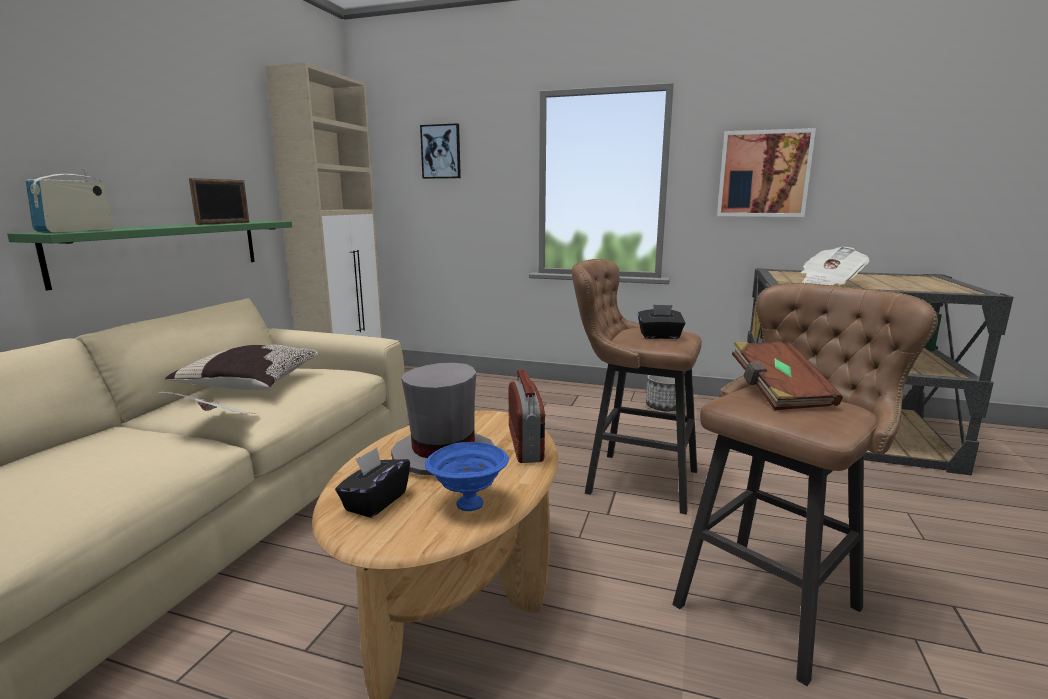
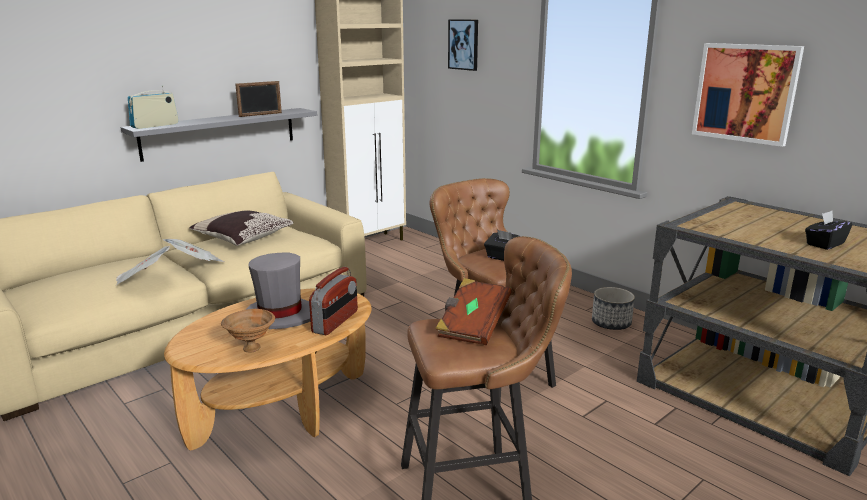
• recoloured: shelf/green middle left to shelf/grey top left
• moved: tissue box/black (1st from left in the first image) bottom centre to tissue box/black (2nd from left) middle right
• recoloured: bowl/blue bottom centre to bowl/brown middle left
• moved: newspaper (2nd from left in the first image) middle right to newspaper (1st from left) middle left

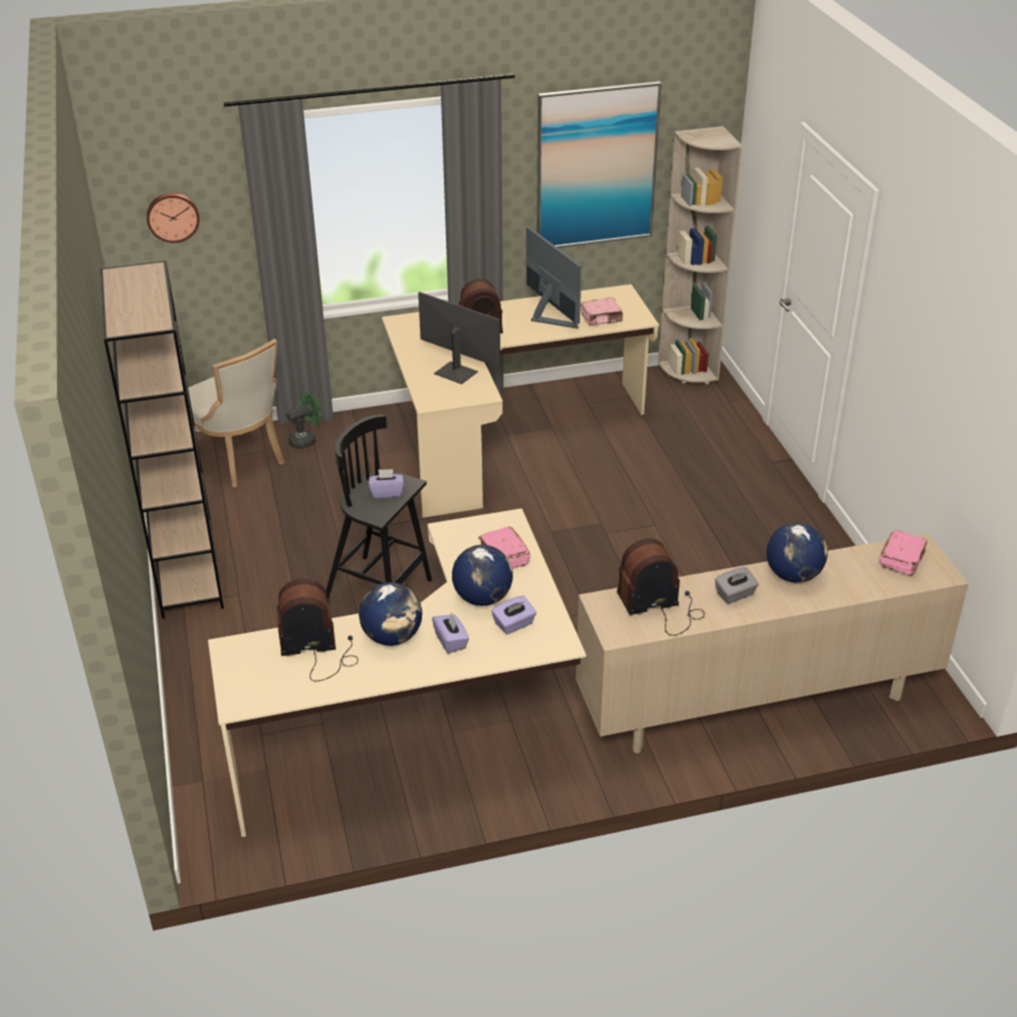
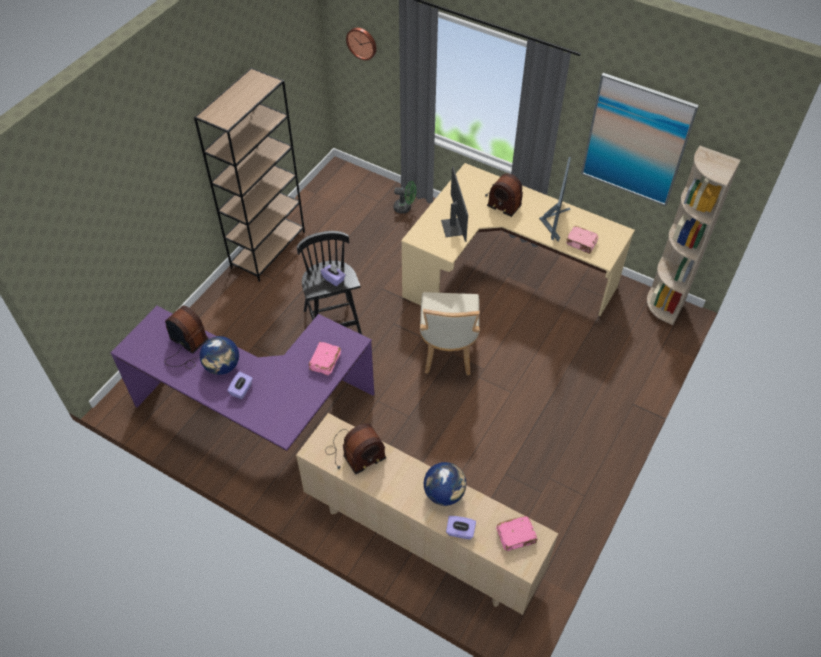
• moved: chair/beige middle left to centre
• recoloured: desk/beige (1st from left) centre to desk/purple middle left
• removed: globe (2nd from left) centre
• moved: tissue box/purple (3rd from left) centre to bottom centre
• turned: radio (3rd from left in the first image) centre = bottom centre 120 degrees clockwise
• removed: tissue box/grey middle right

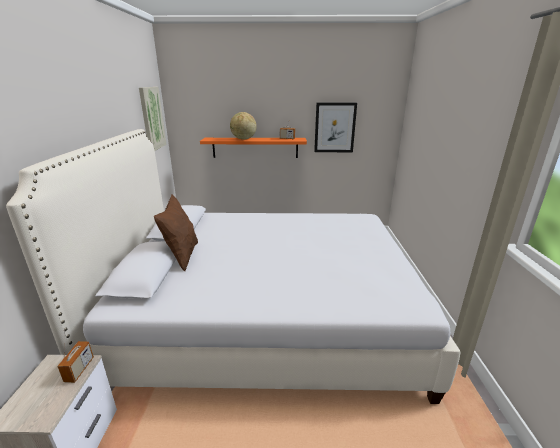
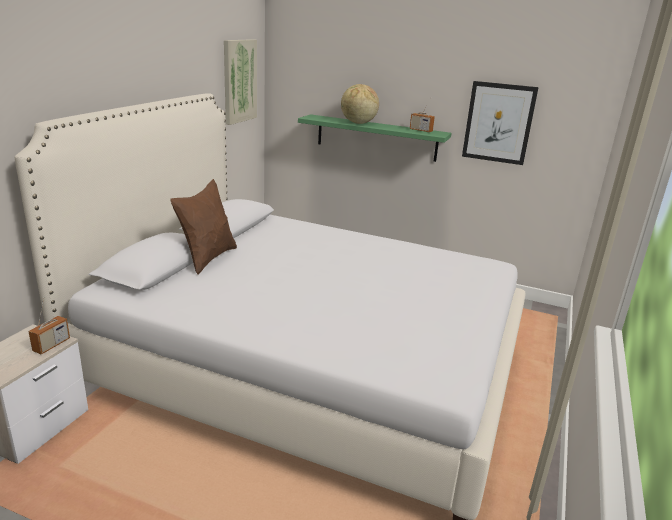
• recoloured: shelf/orange top centre to shelf/green top centre

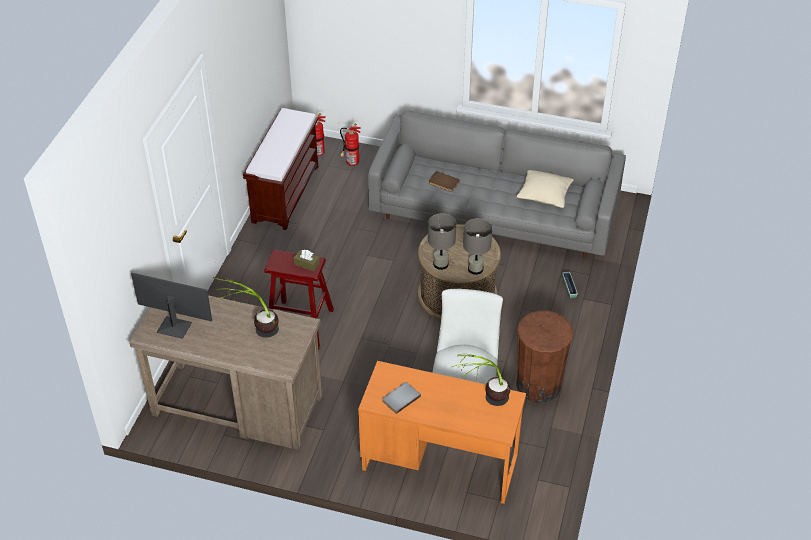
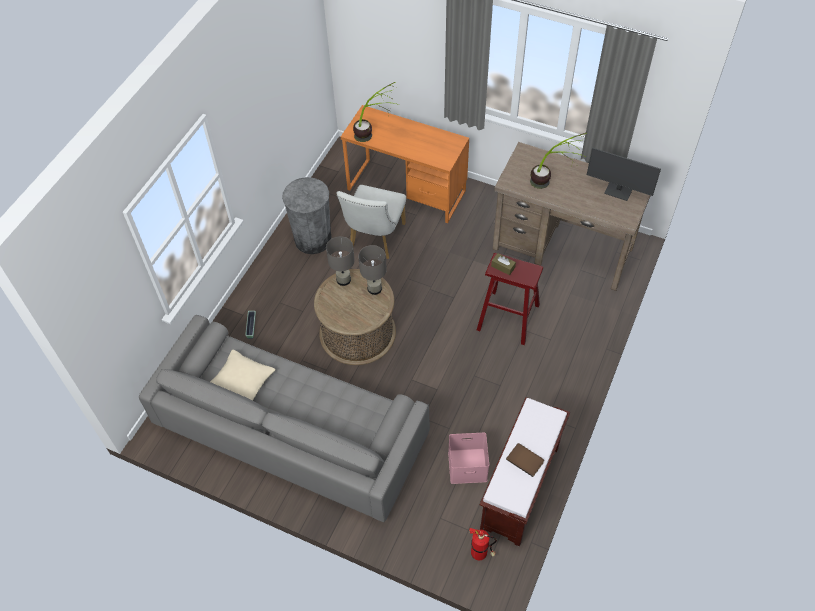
• removed: fire extinguisher (2nd from left) top centre
• removed: book/grey bottom centre
• moved: book/brown centre to bottom centre
• recoloured: trash can/brown middle right to trash can/grey centre
• added: storage box/pink bottom centre

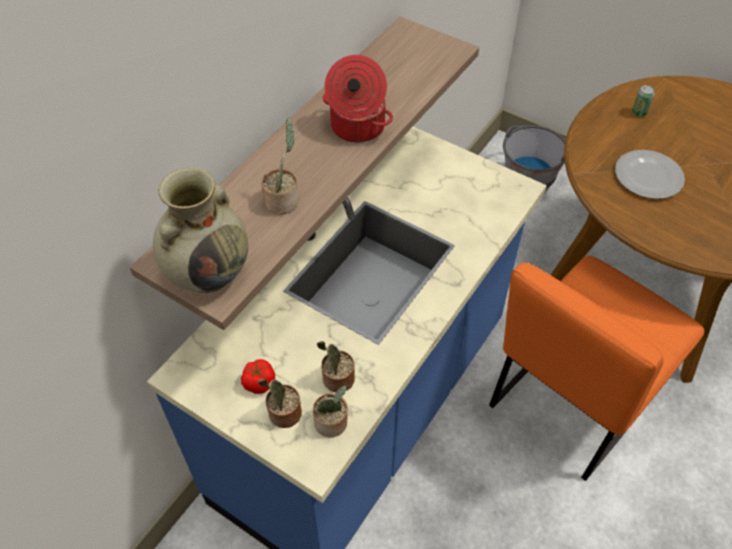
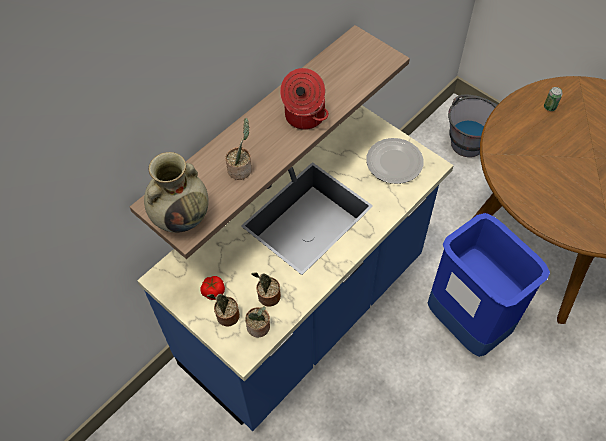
• replaced: chair/orange bottom right to trash can/blue middle right
• moved: plate top right to centre

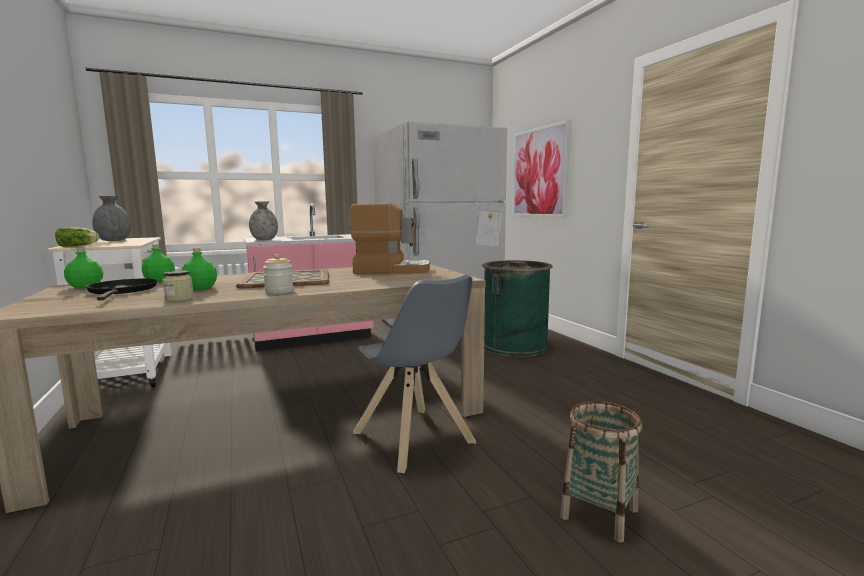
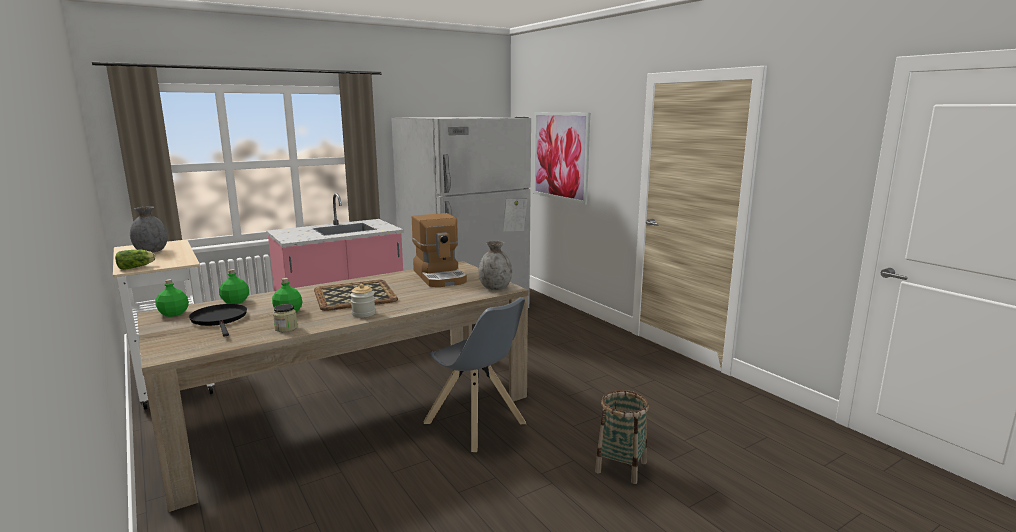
• moved: vase/grey (2nd from left) middle left to centre
• turned: coffee machine centre = centre 75 degrees clockwise
• removed: trash can/green centre

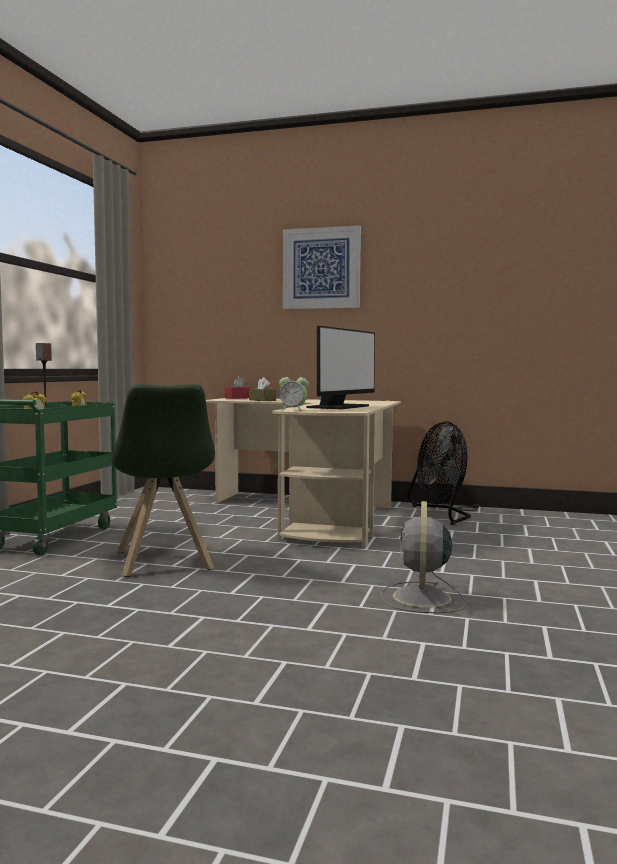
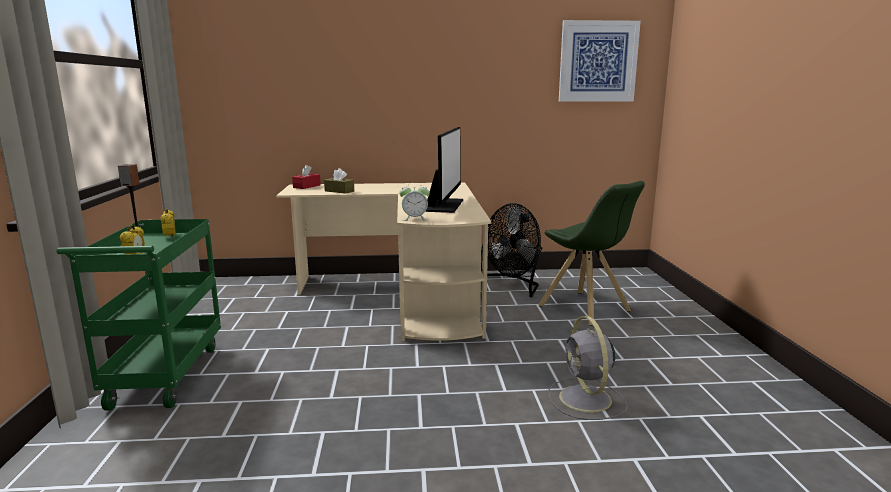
• moved: chair/green middle left to centre
• moved: picture top centre to top right

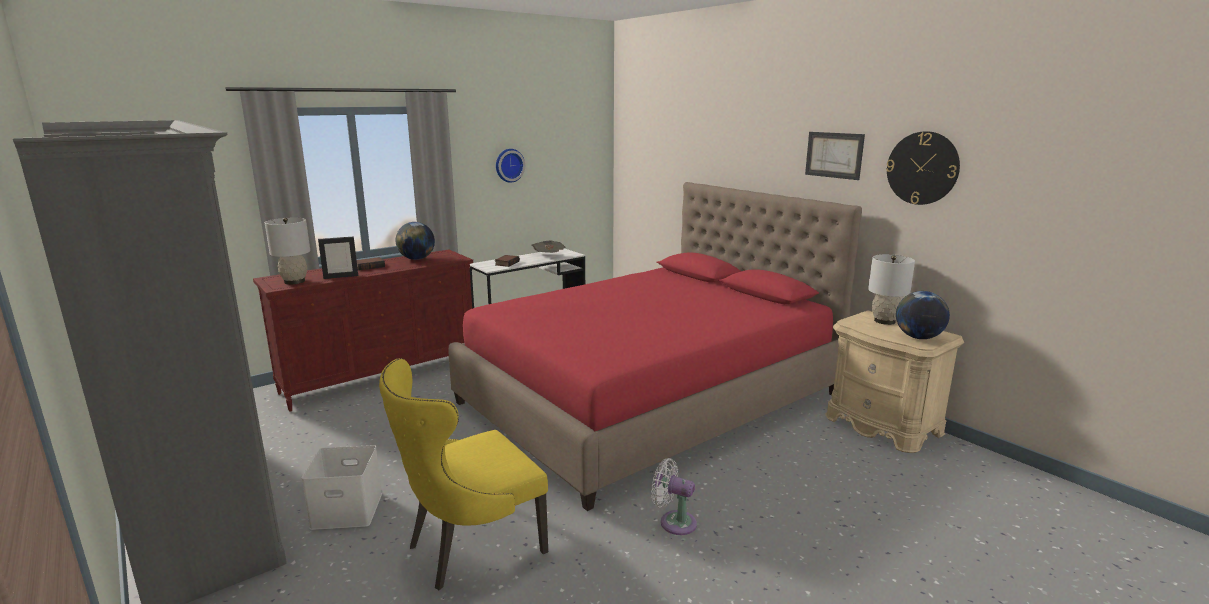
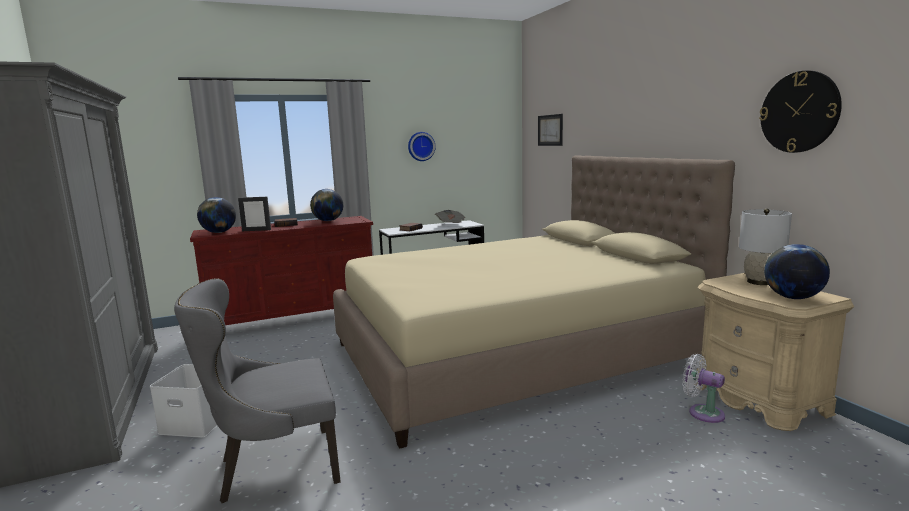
• replaced: table lamp/white (1st from left) middle left to globe (1st from left) middle left
• recoloured: chair/yellow bottom centre to chair/grey bottom left
• recoloured: bed/red centre to bed/beige centre
• moved: fan/white bottom centre to bottom right
• moved: picture top right to top centre

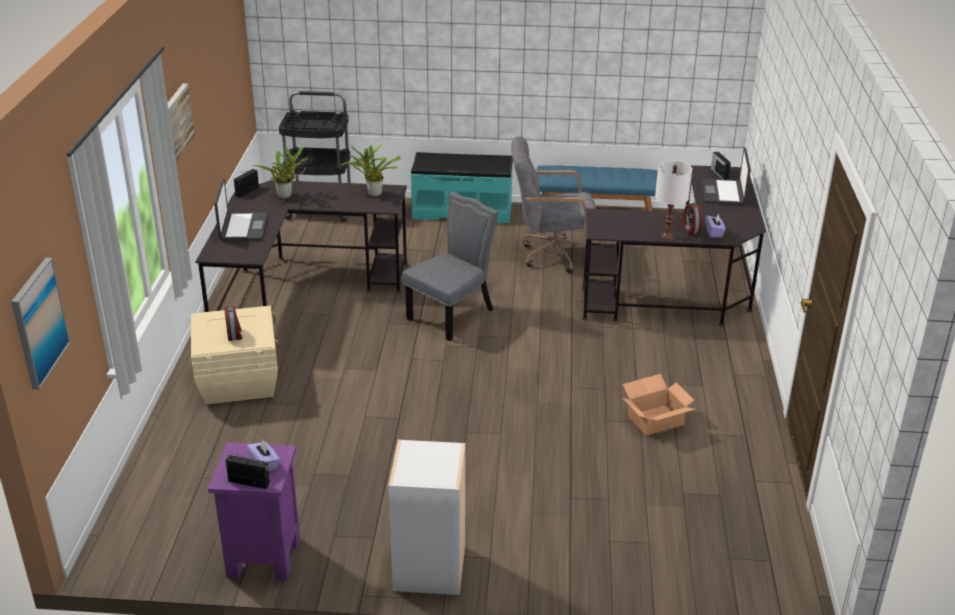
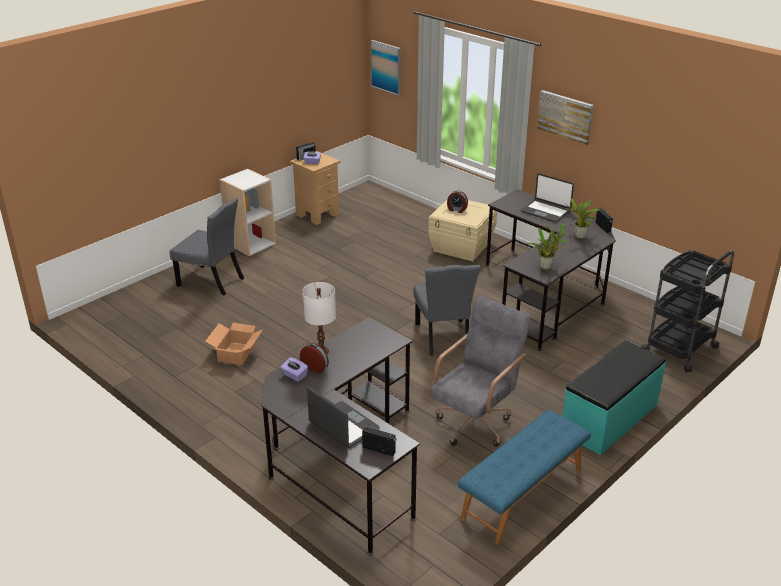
• recoloured: nightstand/purple bottom left to nightstand/beige top centre
• added: chair/grey (1st from left) middle left

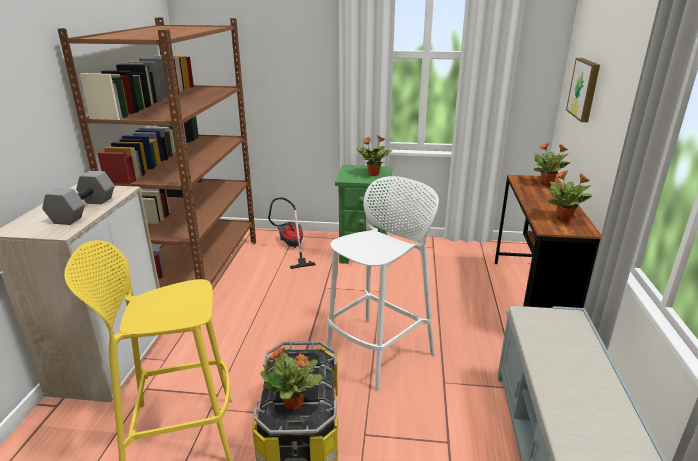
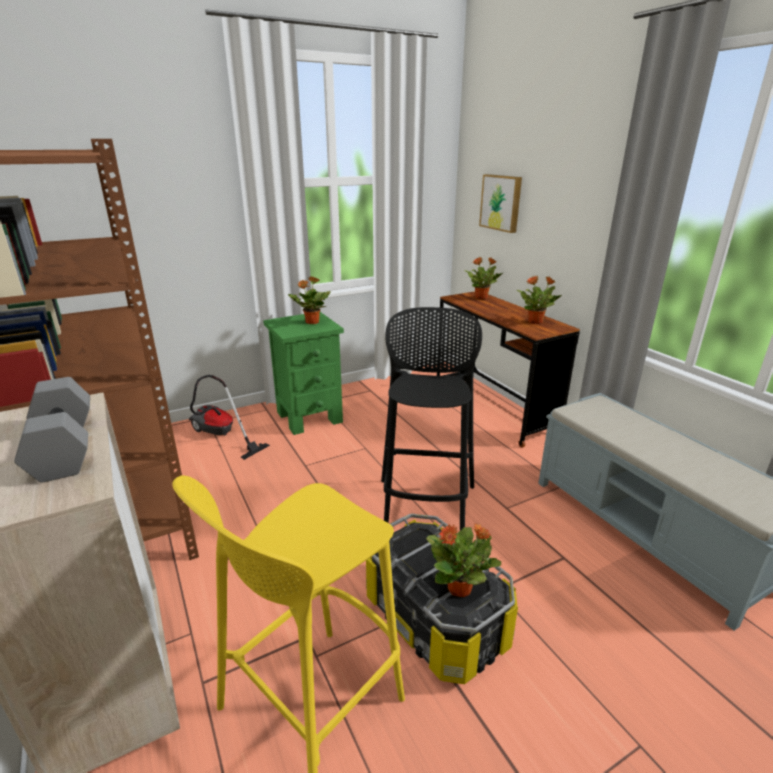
• recoloured: stool/white centre to stool/black centre

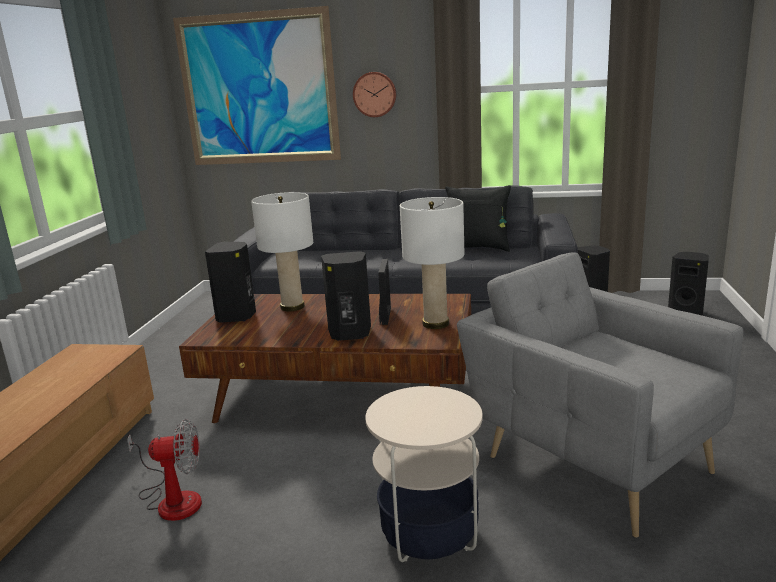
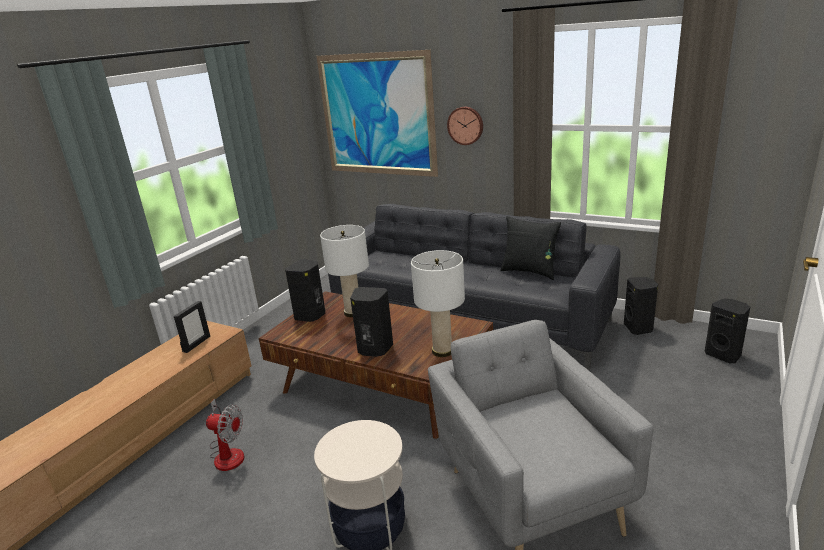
• moved: picture frame centre to middle left

